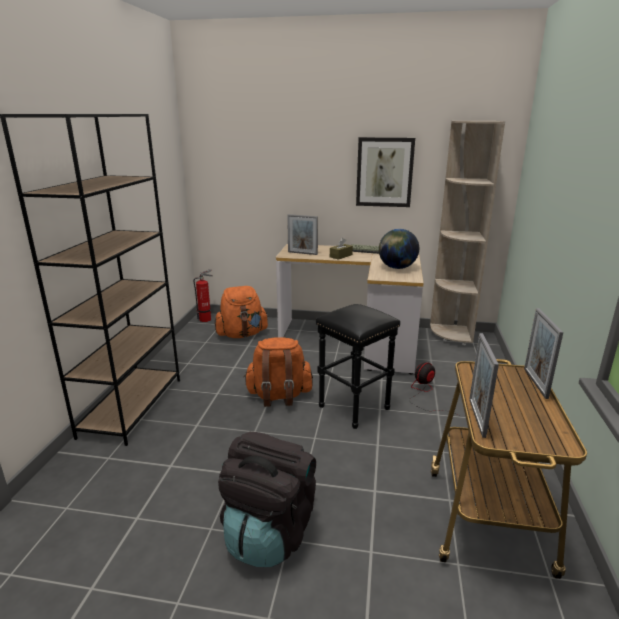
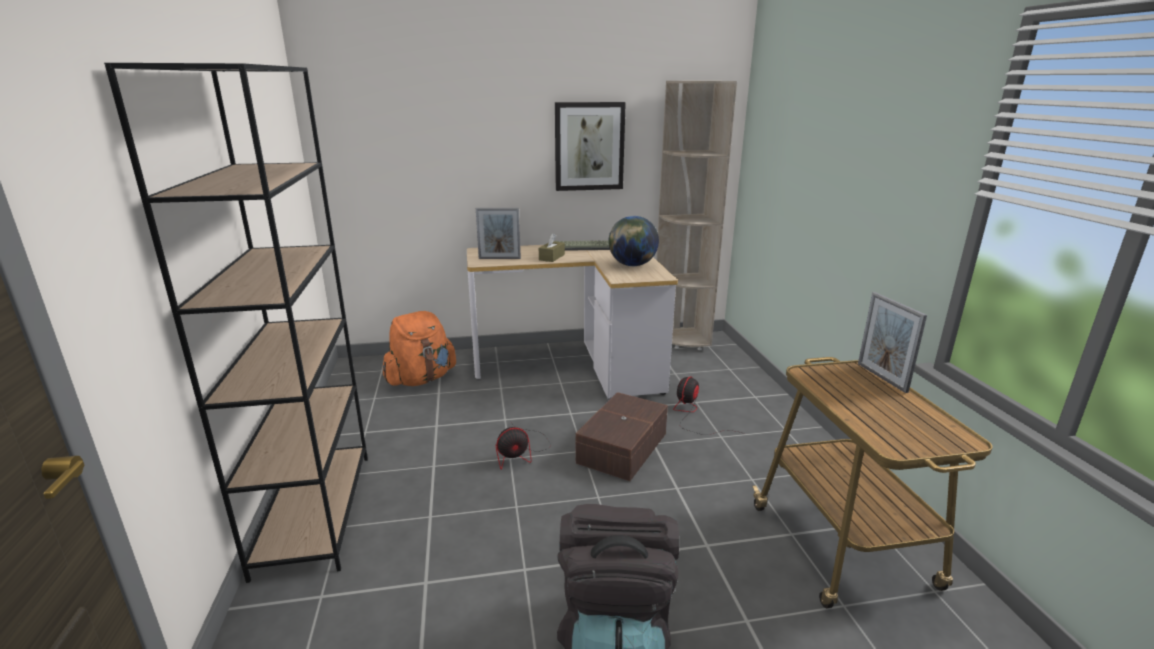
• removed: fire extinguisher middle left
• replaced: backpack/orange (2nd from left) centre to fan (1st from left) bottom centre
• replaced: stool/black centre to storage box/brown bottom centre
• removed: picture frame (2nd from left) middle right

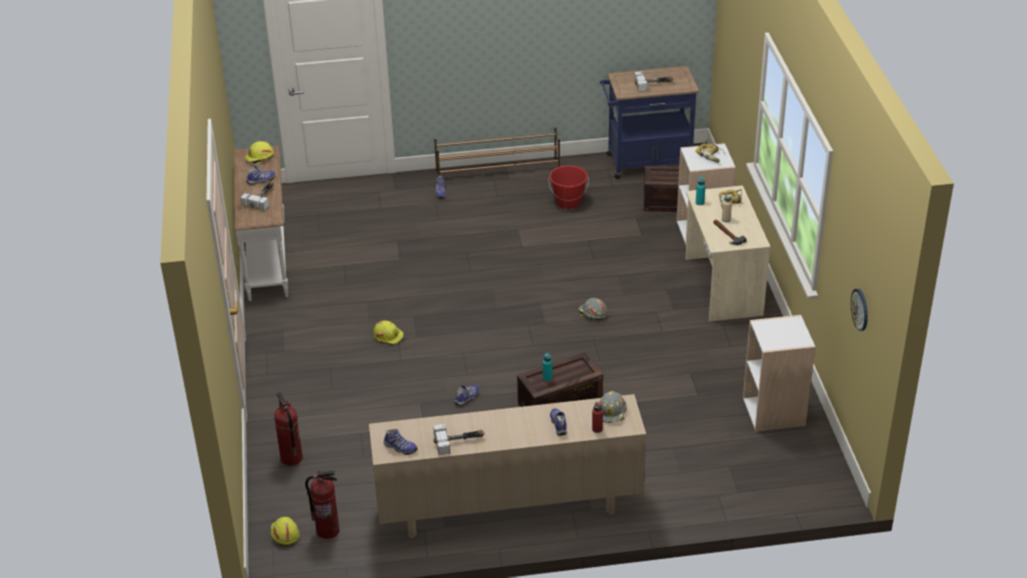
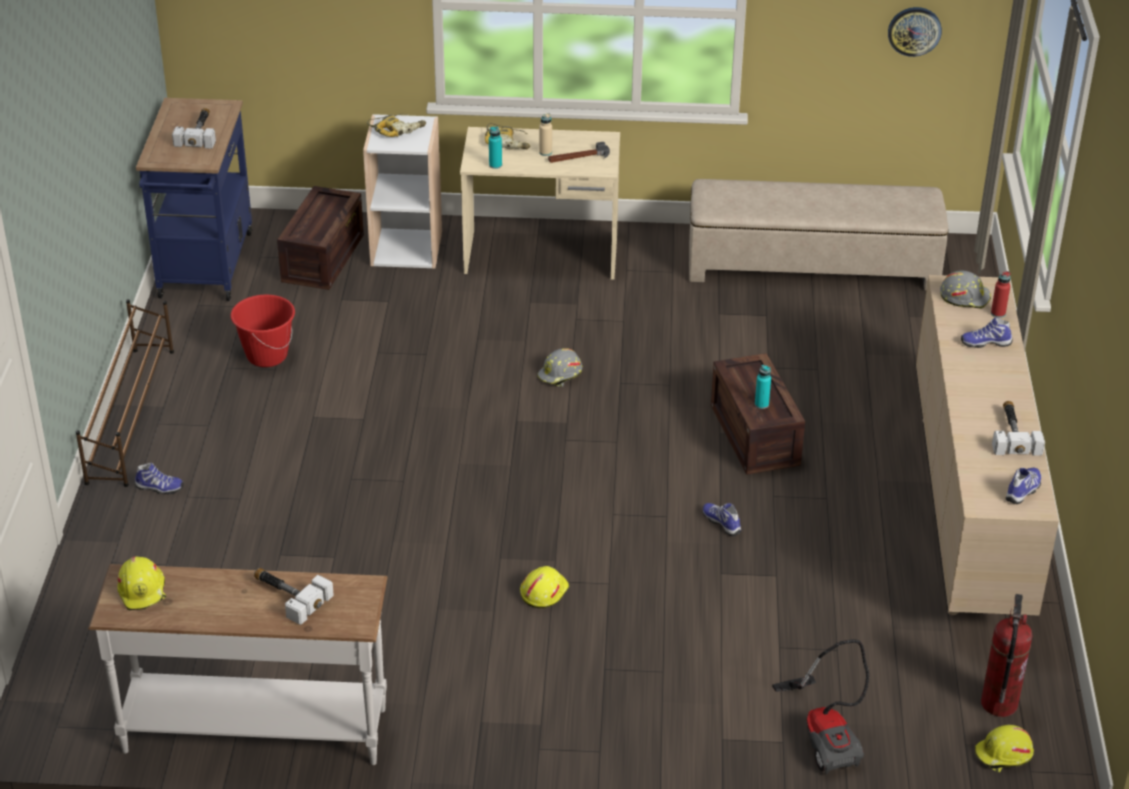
• removed: shoe (1st from left) top left
• replaced: fire extinguisher (1st from left) bottom left to vacuum cleaner bottom right
• replaced: bookcase (2nd from left) middle right to bench/beige top right

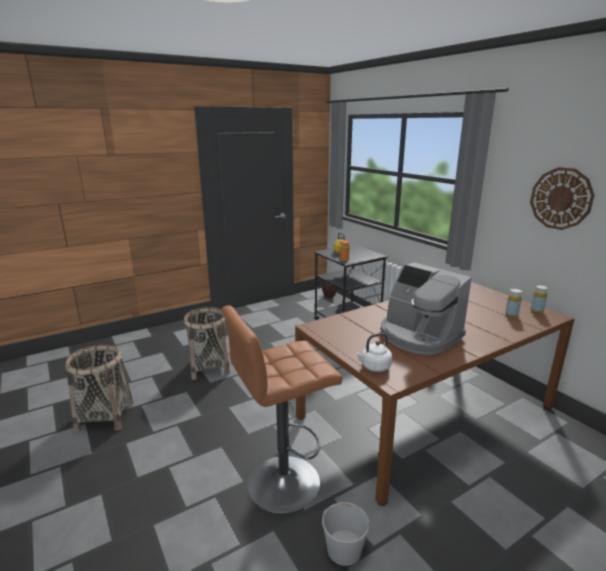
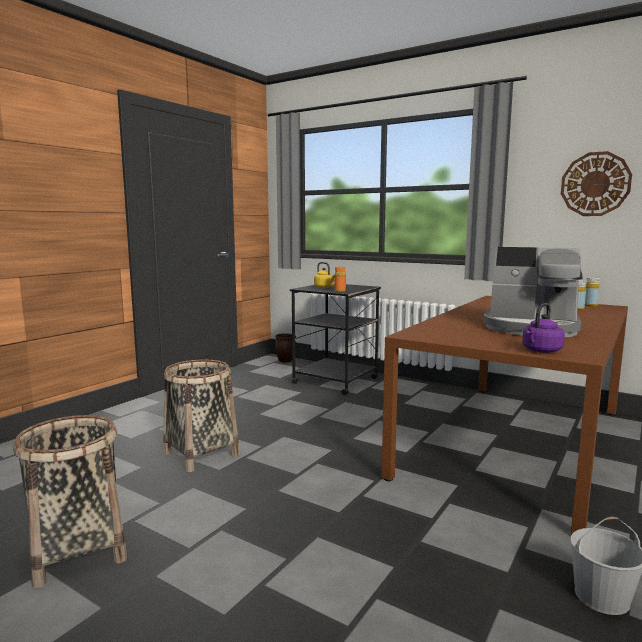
• removed: stool/brown bottom centre
• recoloured: kettle/white centre to kettle/purple middle right

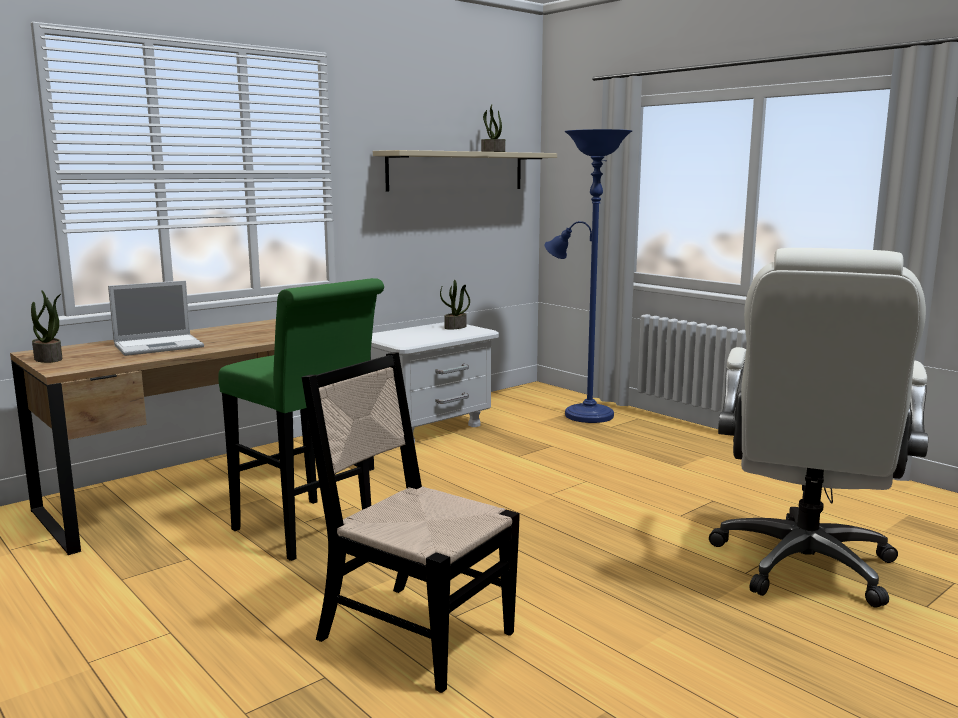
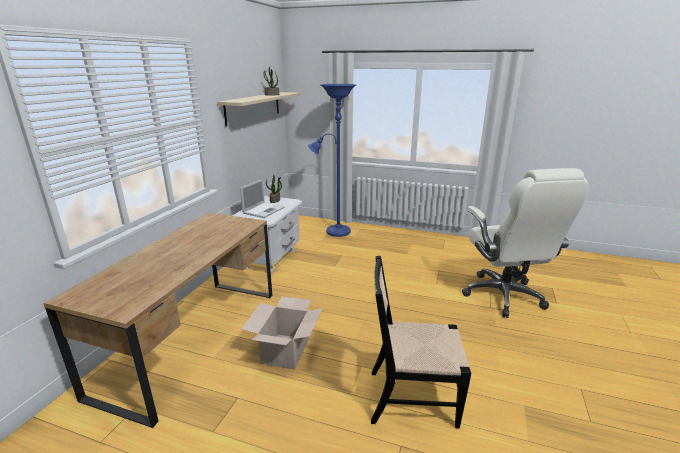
• removed: potted plant (1st from left) middle left
• moved: laptop middle left to centre
• replaced: stool/green middle left to cardboard box bottom centre

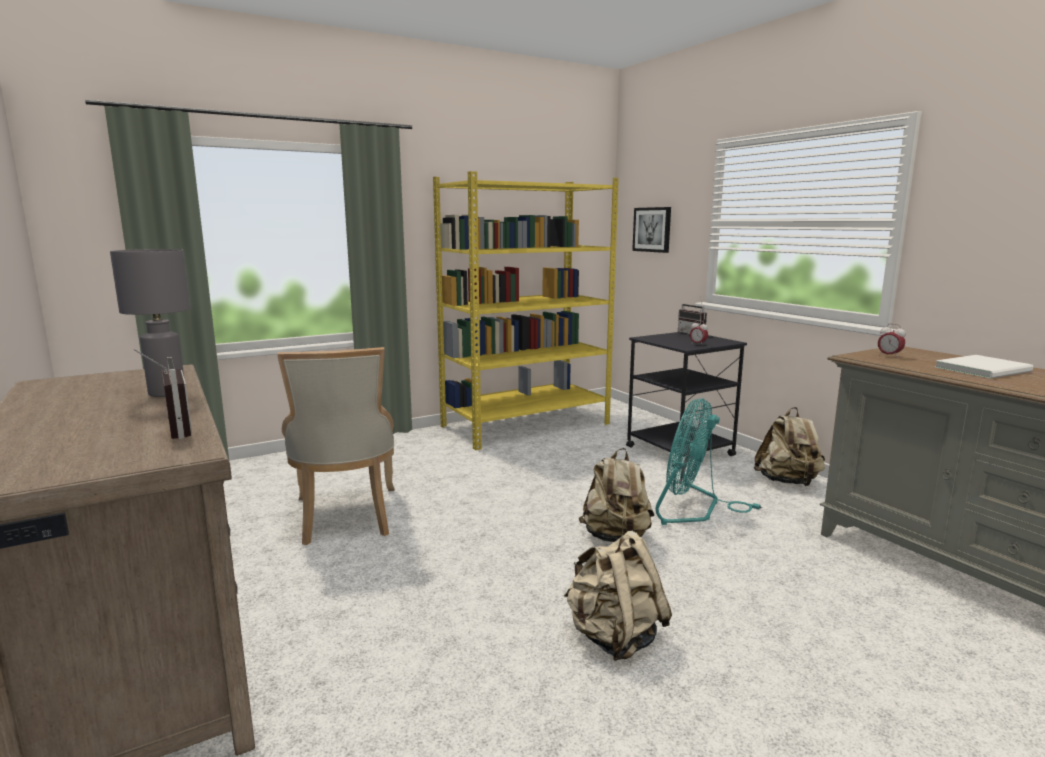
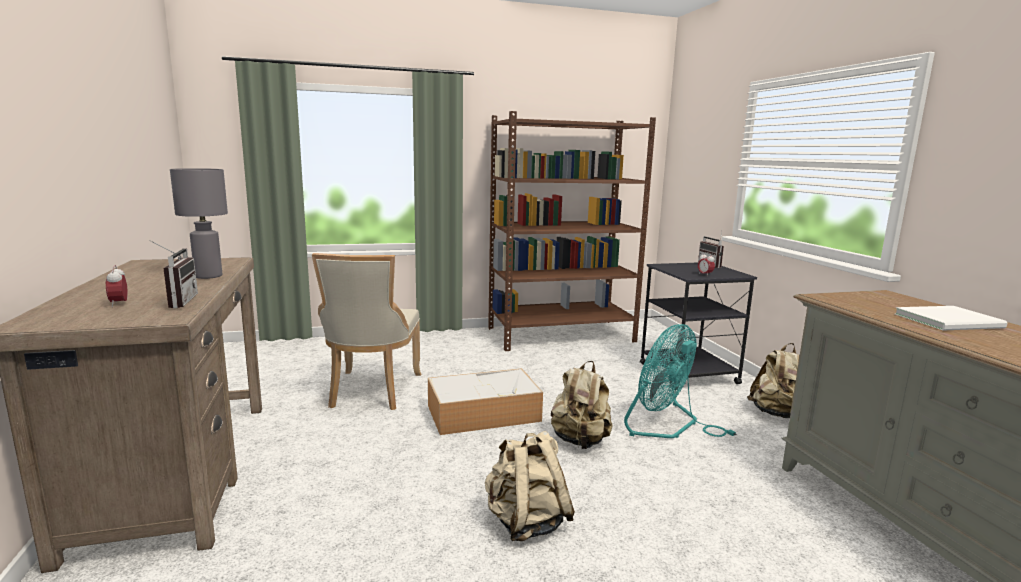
• recoloured: bookcase/yellow centre to bookcase/brown centre
• removed: picture top centre
• moved: alarm clock (2nd from left in the first image) middle right to alarm clock (1st from left) middle left
• added: storage box bottom centre

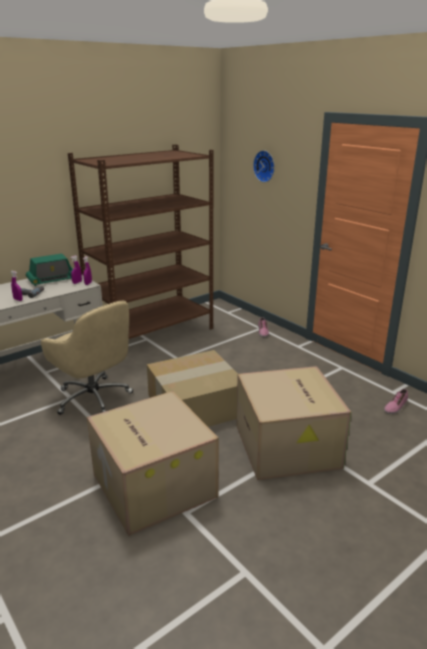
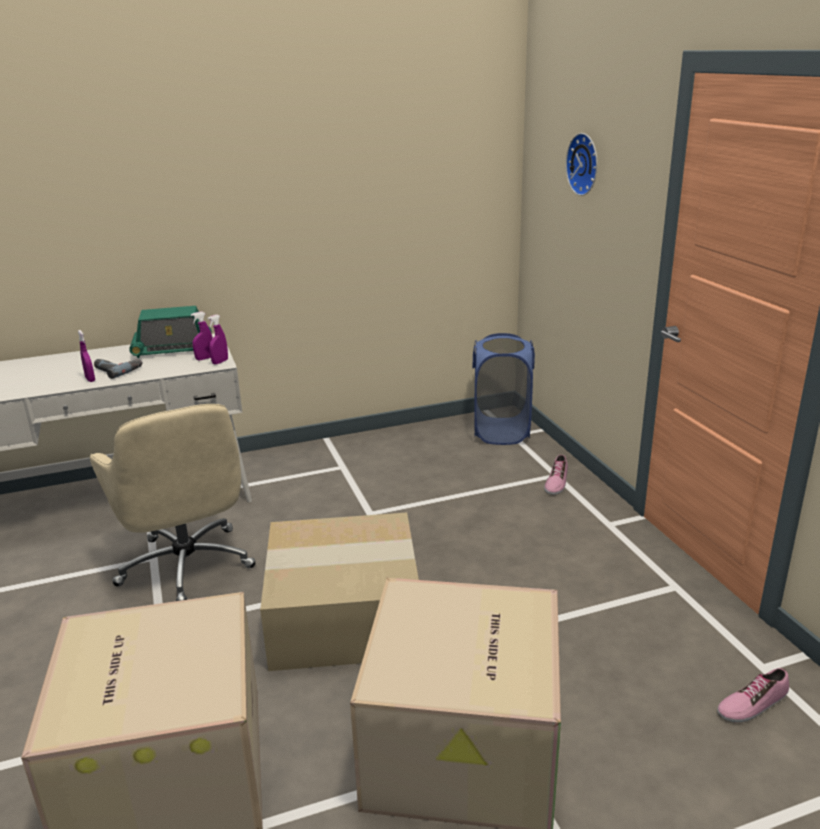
• removed: bookcase/brown middle left
• added: laundry basket/blue centre

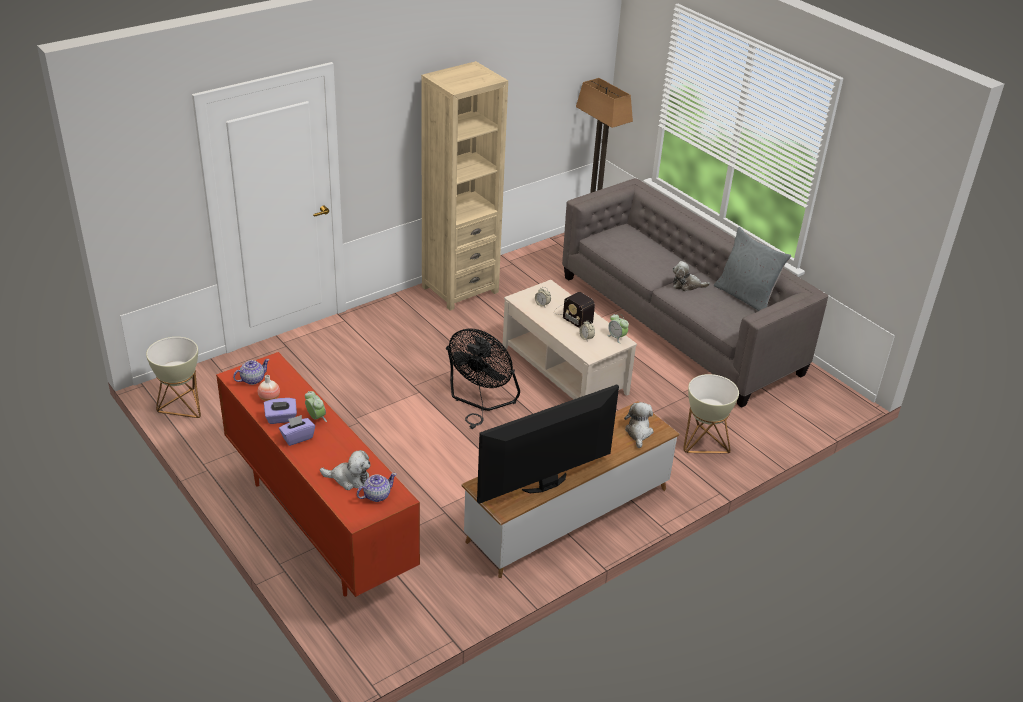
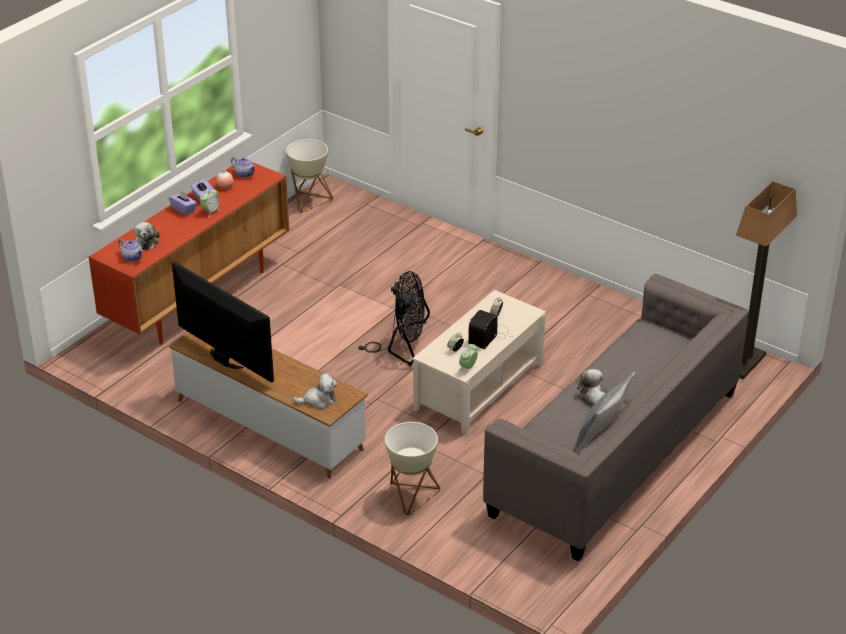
• removed: bookcase/beige top centre

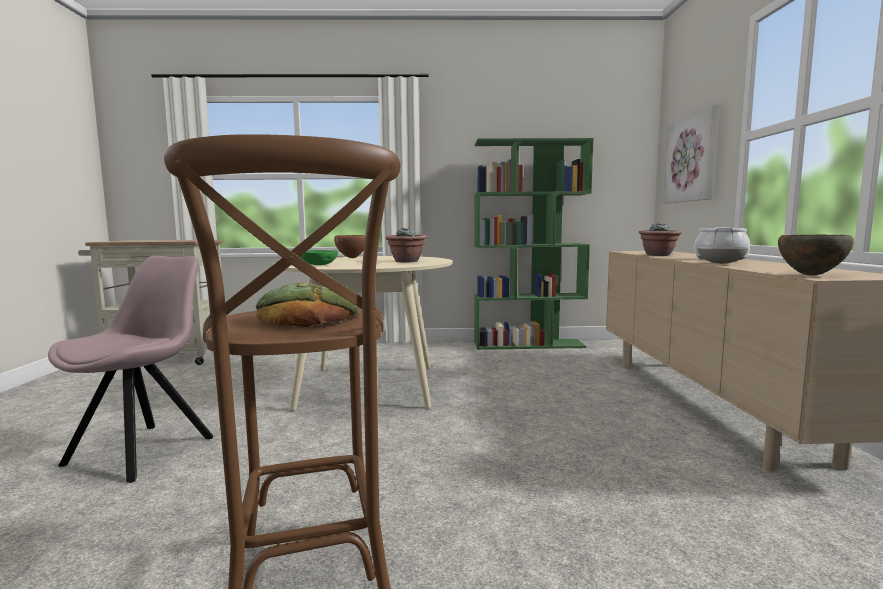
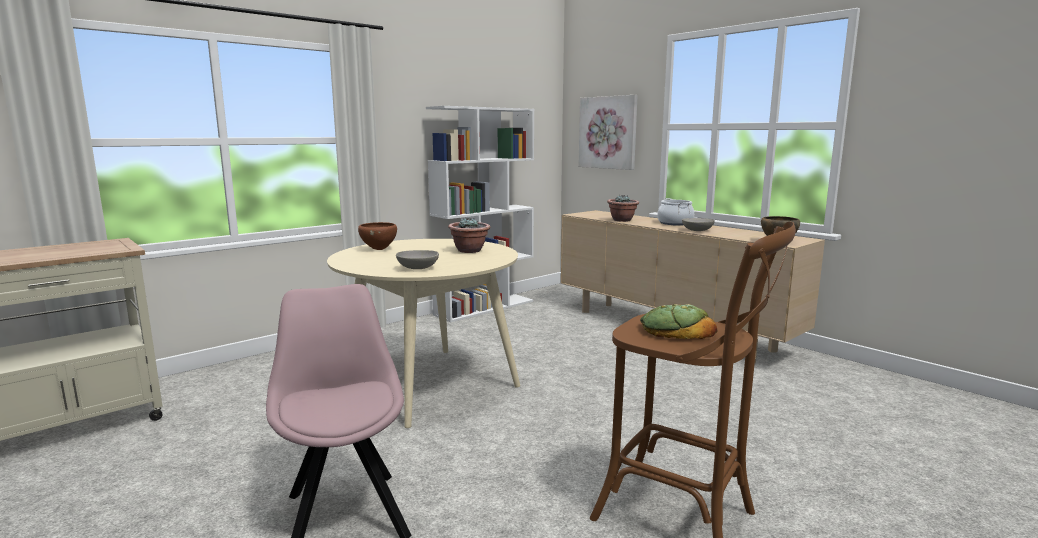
• recoloured: bowl/green centre to bowl/grey (1st from left) centre
• recoloured: bookcase/green centre to bookcase/white centre

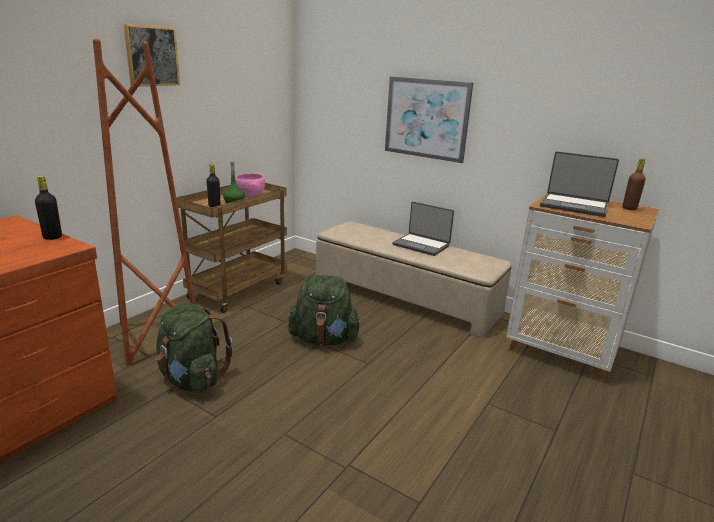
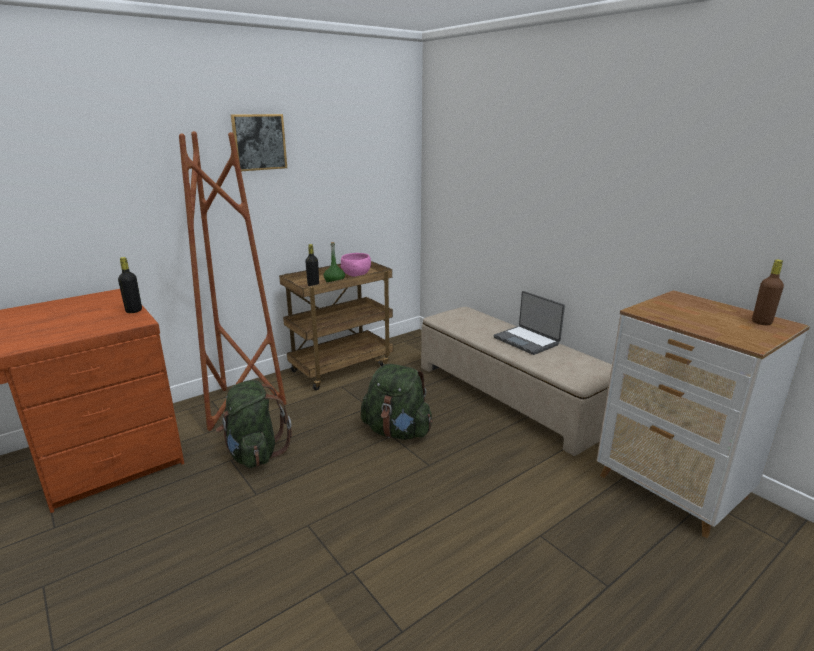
• removed: picture (2nd from left) top centre
• removed: laptop (2nd from left) middle right

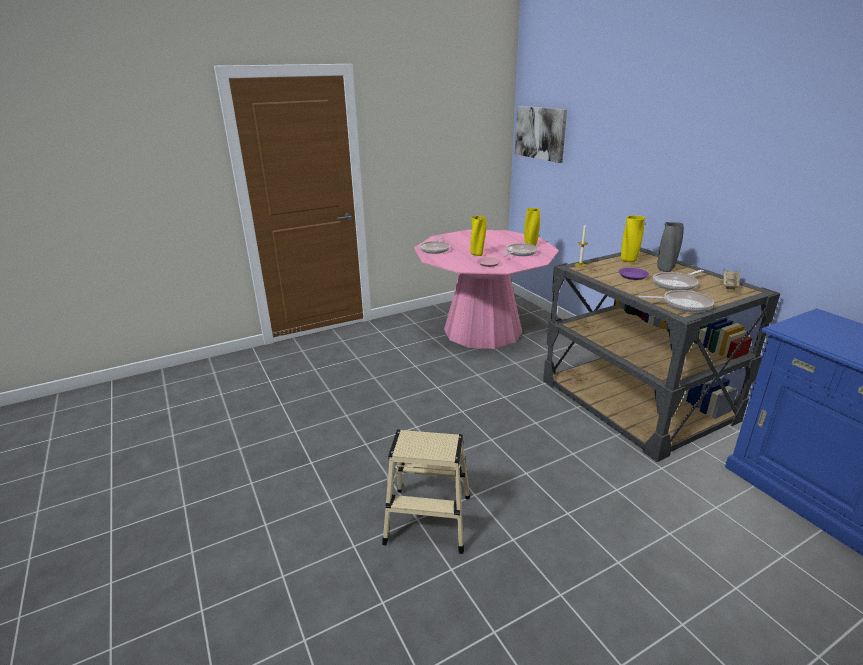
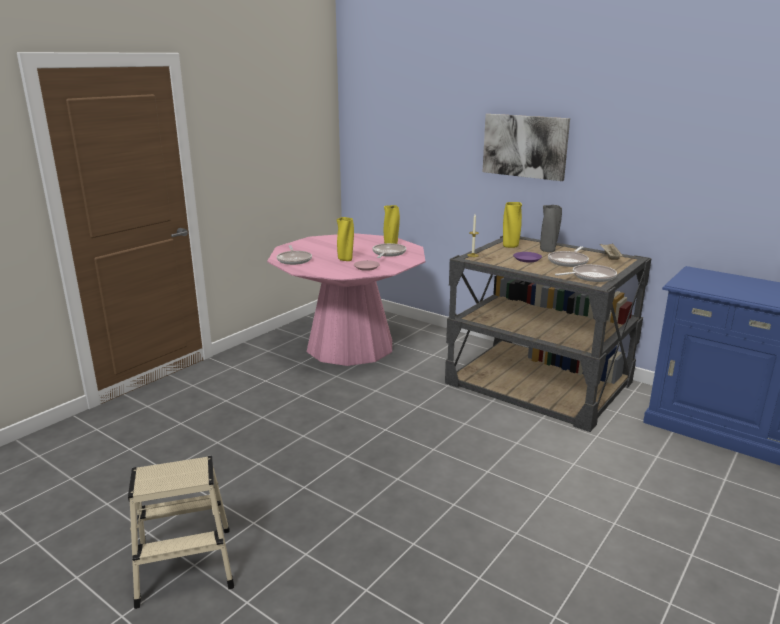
• moved: step ladder/beige bottom centre to bottom left
• moved: picture top centre to top right

